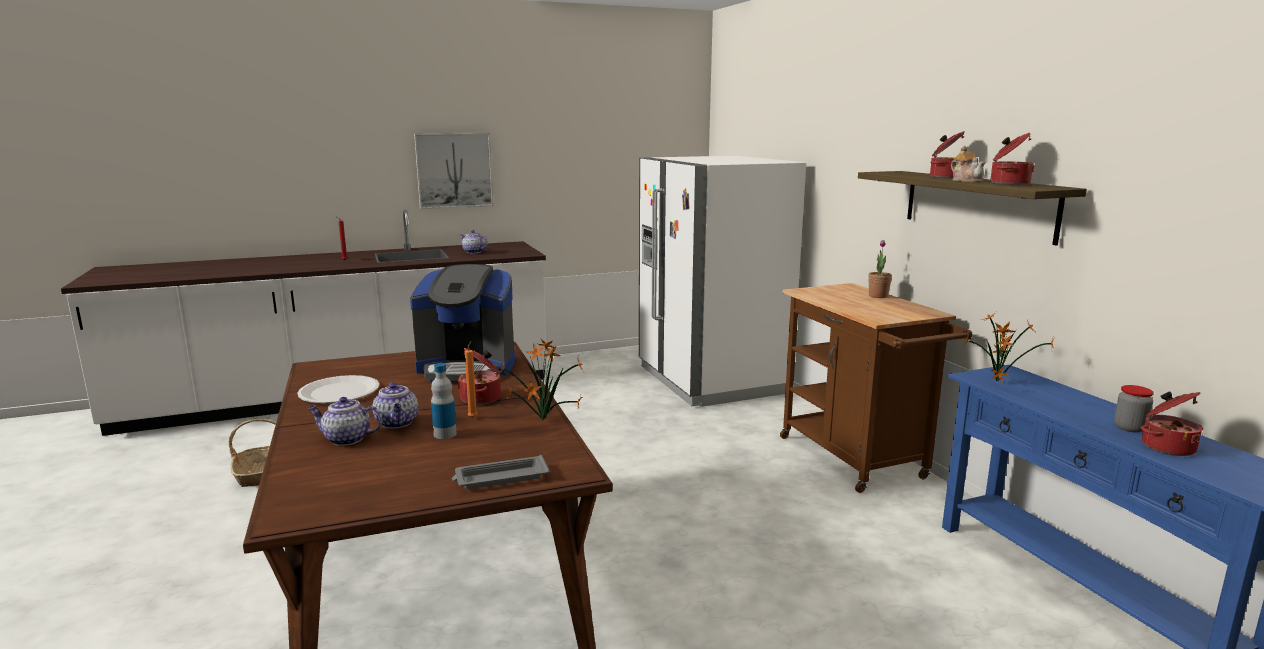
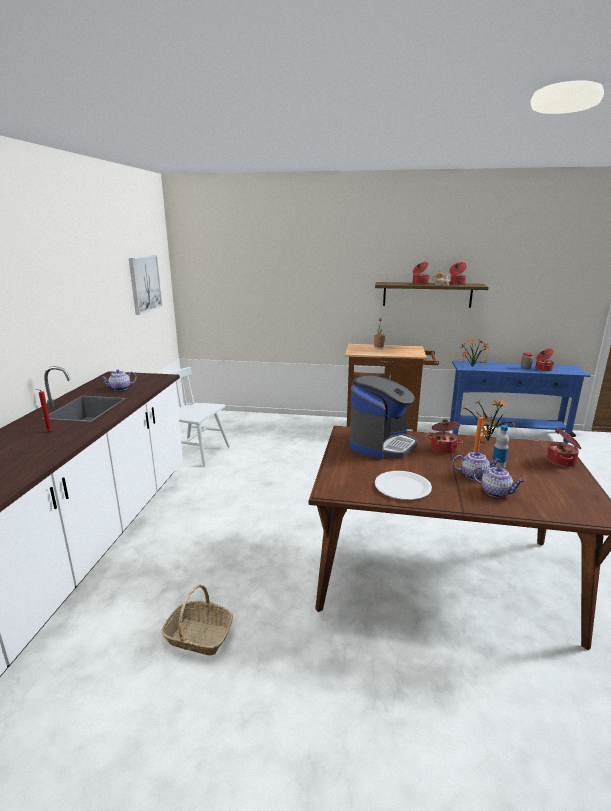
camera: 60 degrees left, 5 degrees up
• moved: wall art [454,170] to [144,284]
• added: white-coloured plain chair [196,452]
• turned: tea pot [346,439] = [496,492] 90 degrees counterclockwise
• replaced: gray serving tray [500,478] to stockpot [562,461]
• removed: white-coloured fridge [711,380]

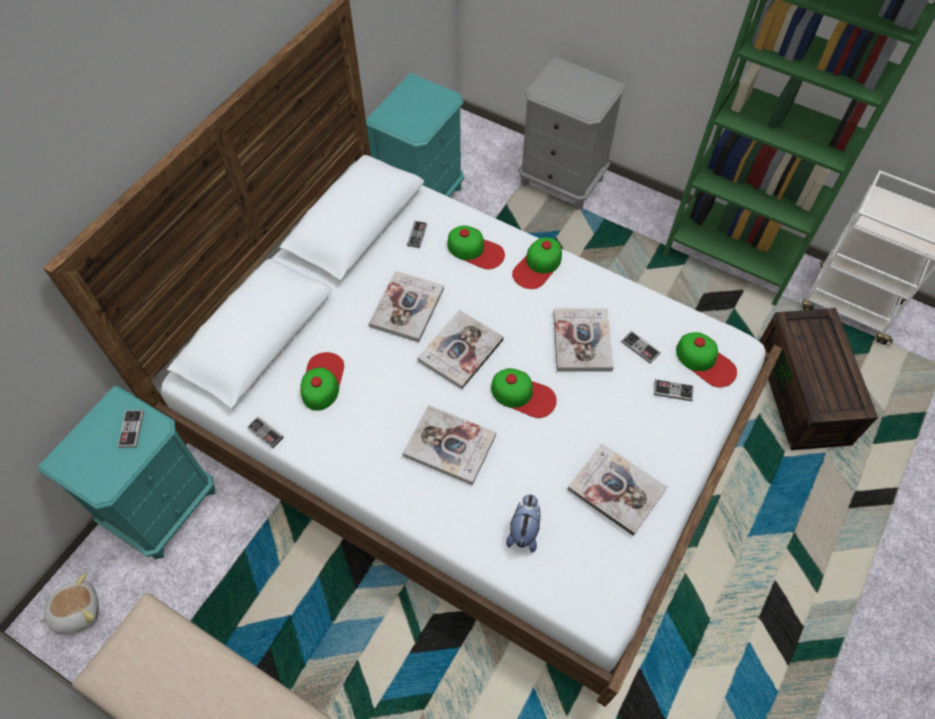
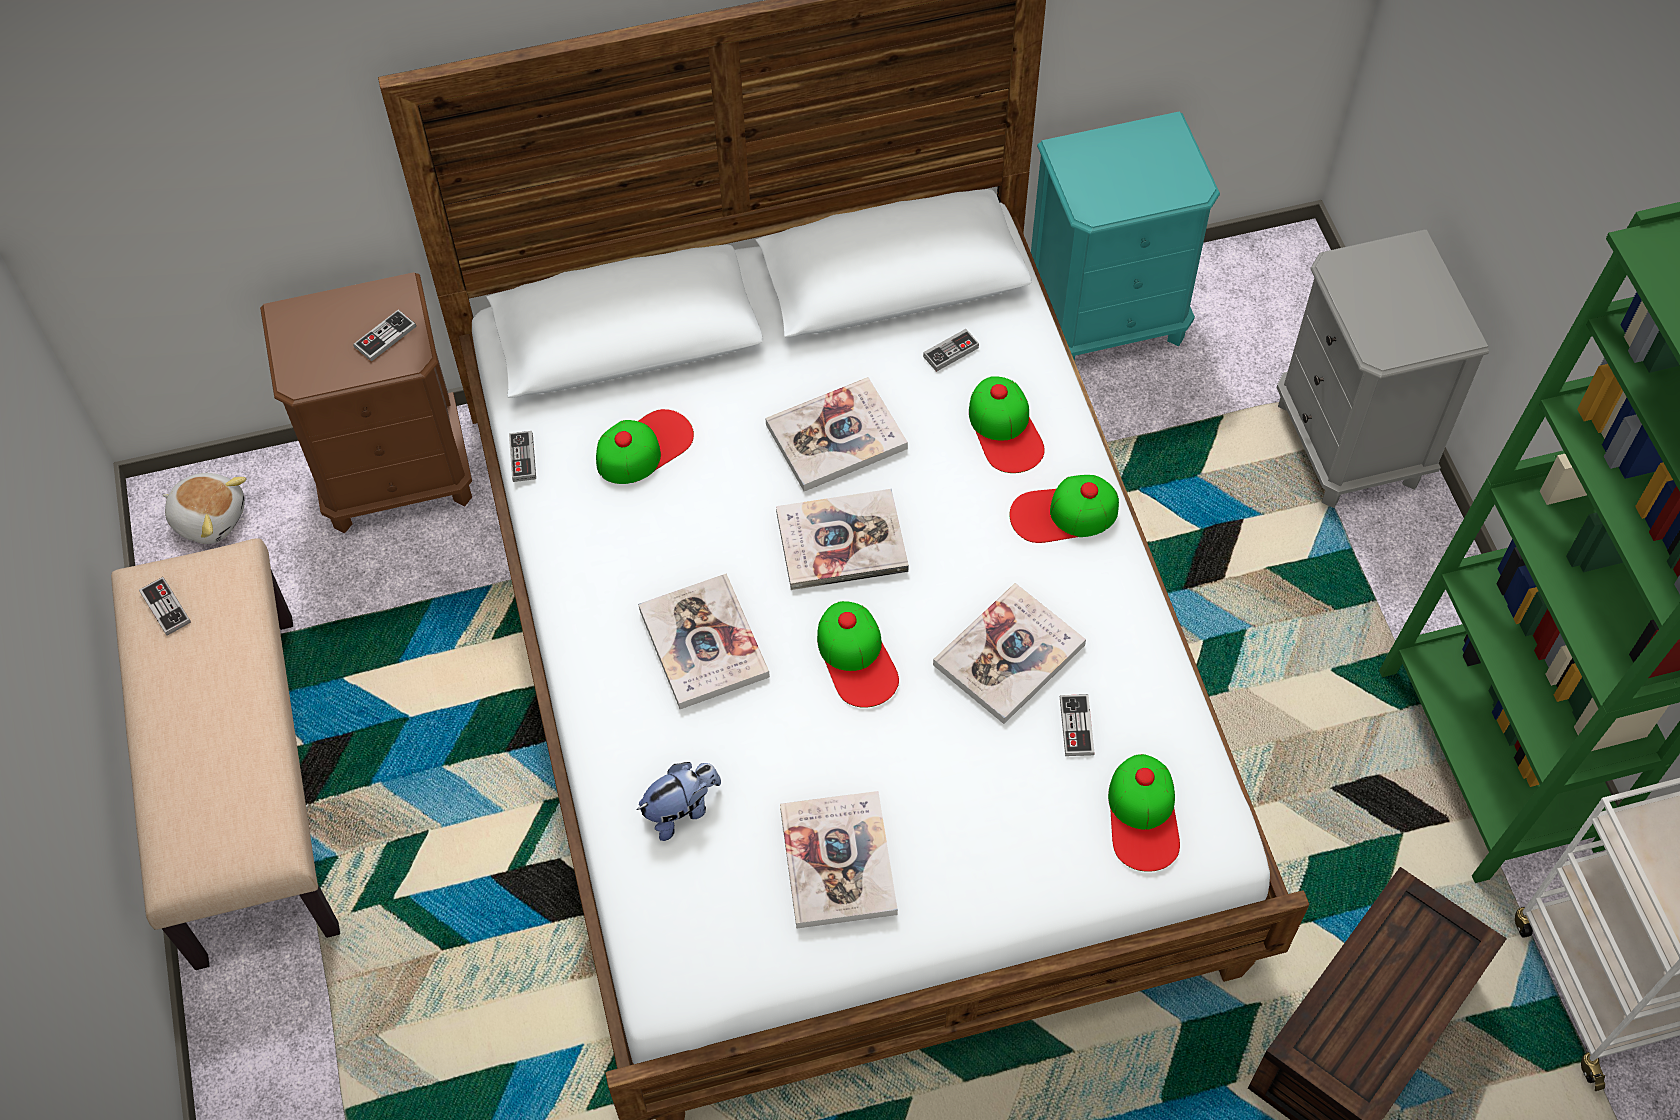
camera: 45 degrees right, 0 degrees up
• moved: gamepad [673,391] to [165,607]
• recoloured: turquoise bedside table [163,507] to brownish bedside table [396,475]

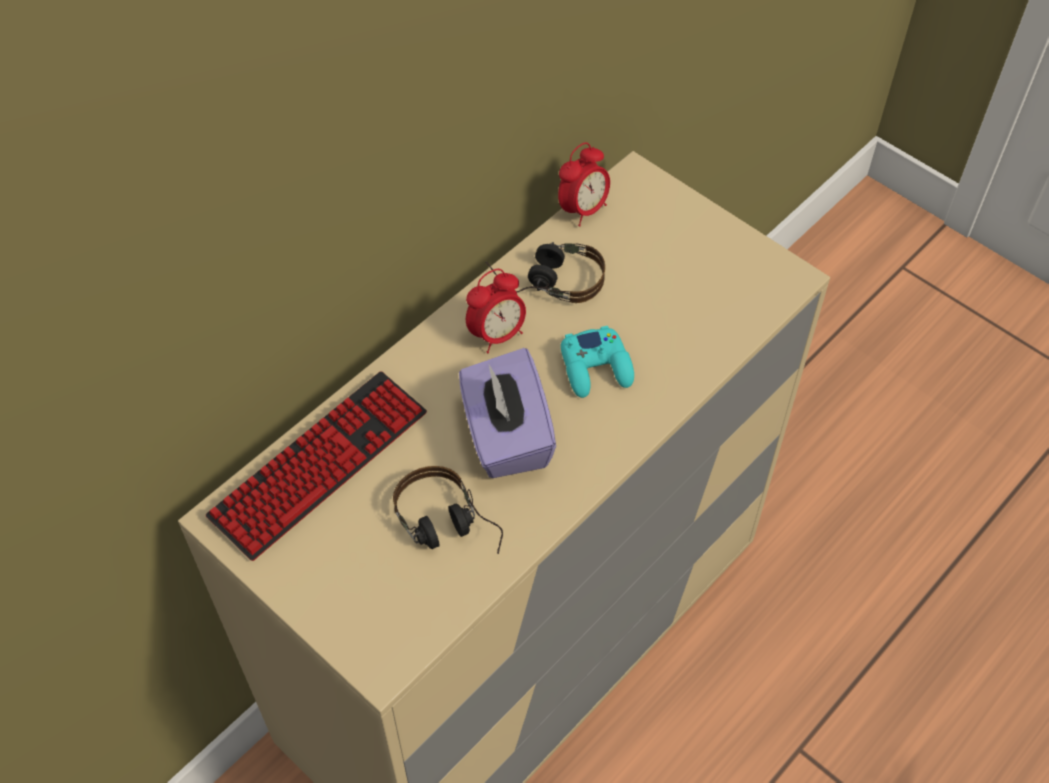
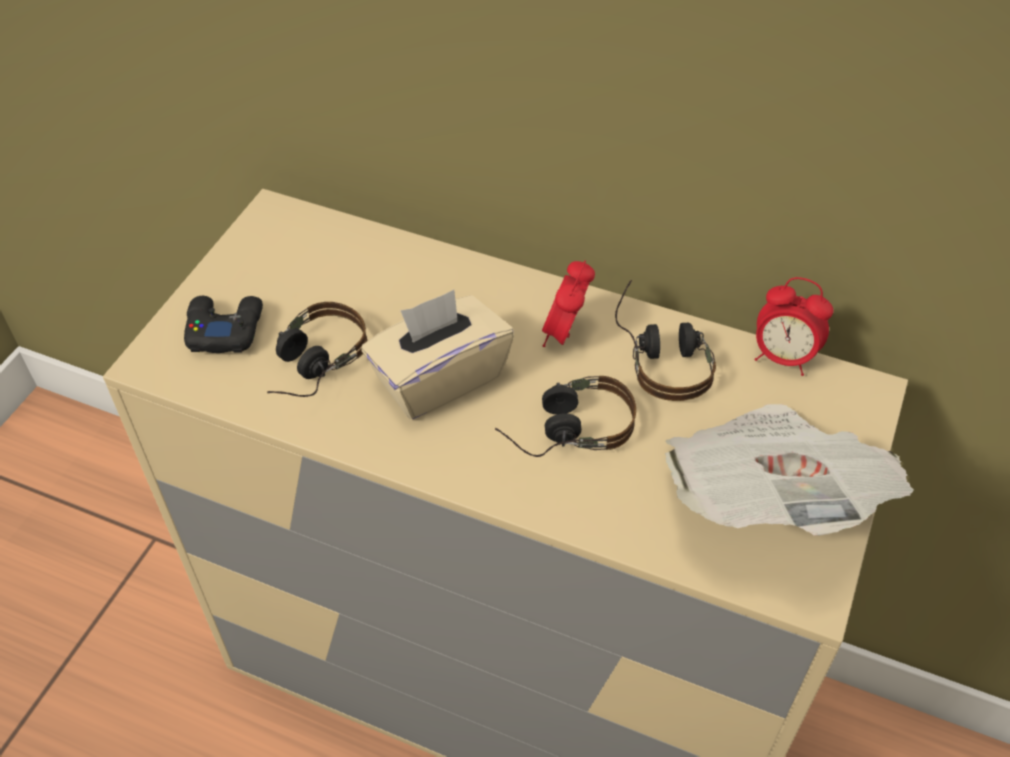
camera: 70 degrees right, 5 degrees down
• added: black gamepad [224,329]
• recoloured: purplish box of tissues [506,436] to beige-coloured box of tissues [439,378]
• replaced: turquoise gamepad [596,368] to headphones [564,430]
• turned: alarm clock [497,335] = [565,334] 75 degrees clockwise
• added: printed paper [769,499]
• removed: computer keyboard [320,465]

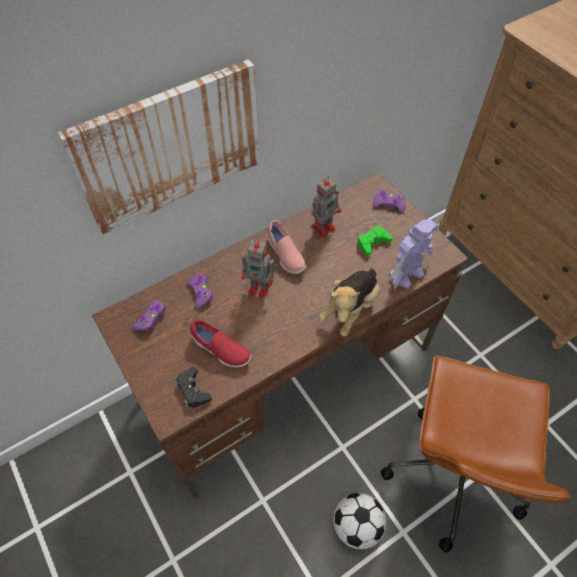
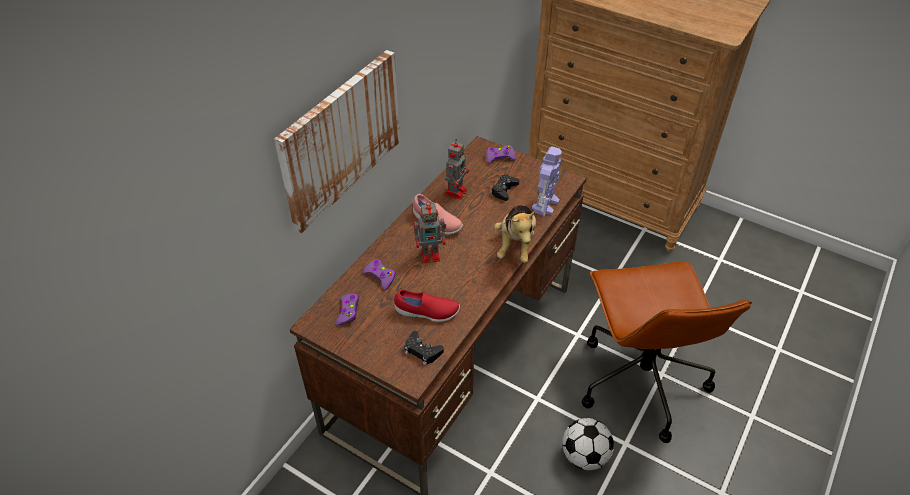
camera: 25 degrees left, 10 degrees down
• recoloured: greenish gamepad [372,243] to black gamepad [504,190]

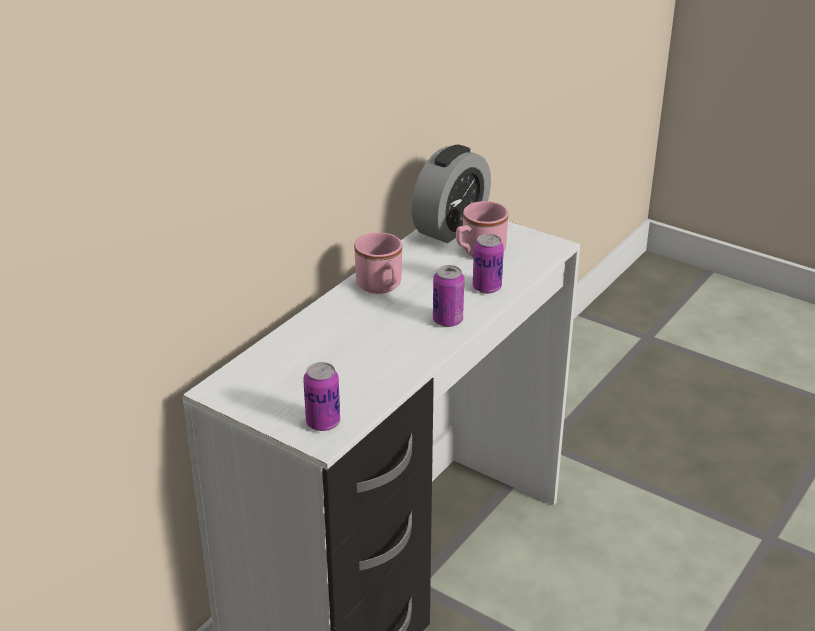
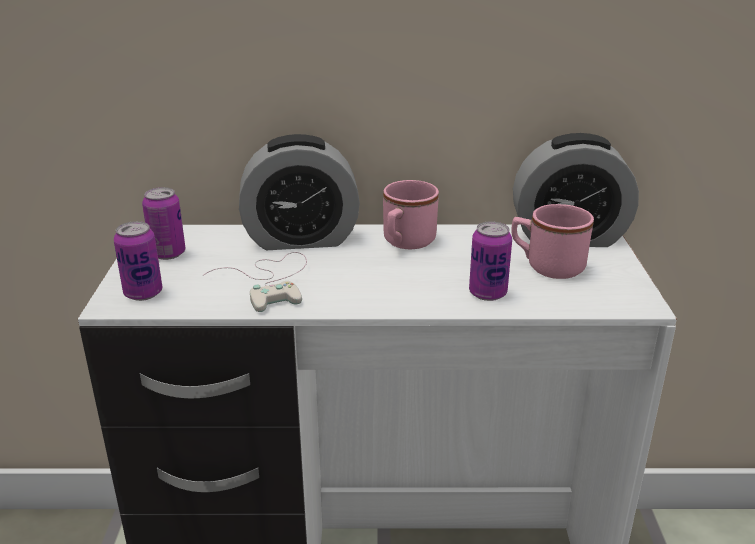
camera: 55 degrees right, 5 degrees down
• moved: sealed can [447,320] to [168,253]
• added: white-coloured gamepad [271,282]
• added: alarm clock [301,239]

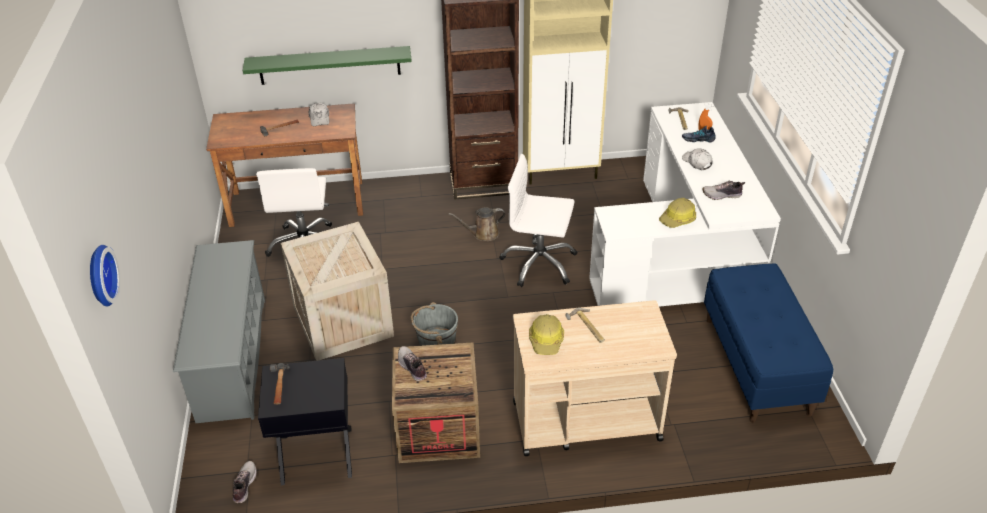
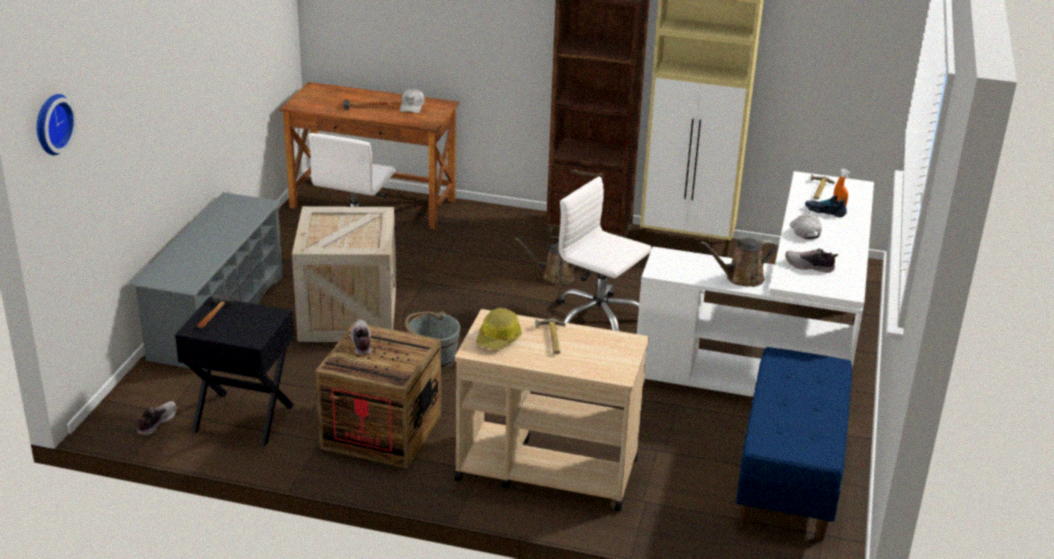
camera: 20 degrees right, 10 degrees down
• replaced: work helmet [678,219] to brownish watering can [741,278]
• removed: greenish wall shelf [329,65]

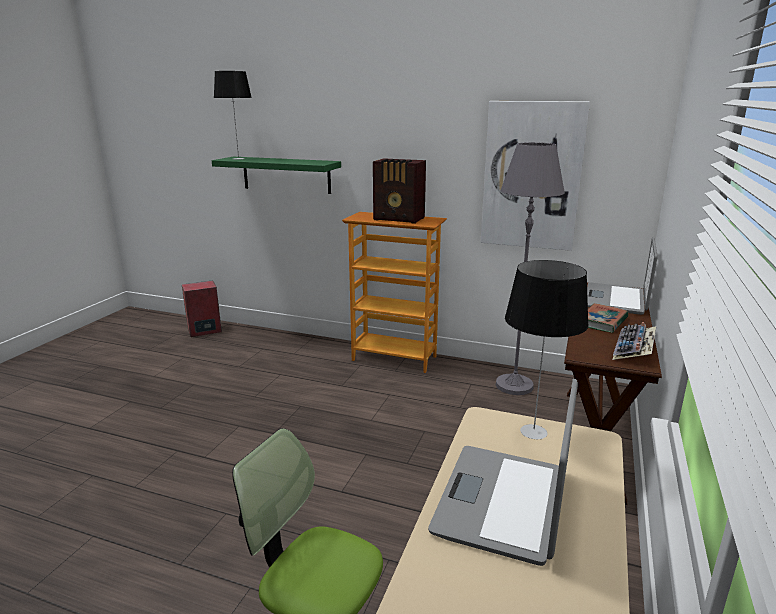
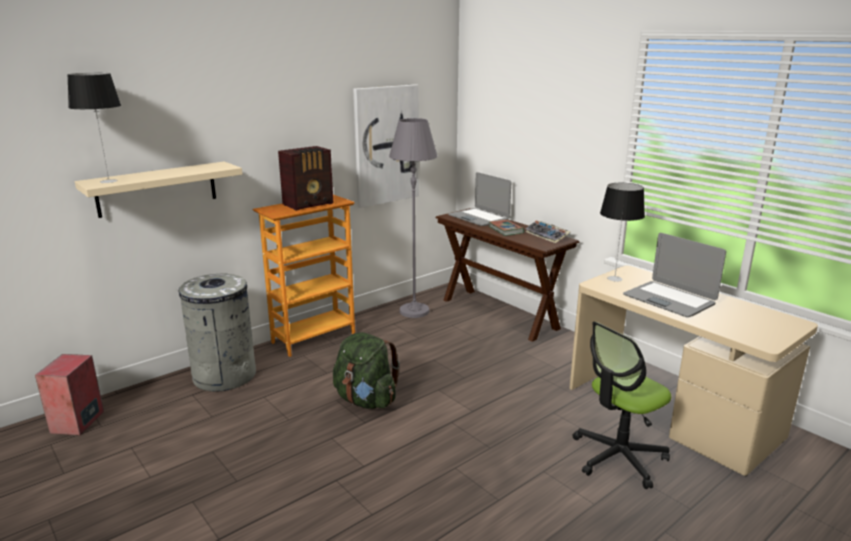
camera: 60 degrees left, 0 degrees up
• recoloured: greenish wall shelf [286,175] to beige-coloured wall shelf [157,189]
• added: gray rubbish bin [224,375]
• added: greenish backpack [366,400]

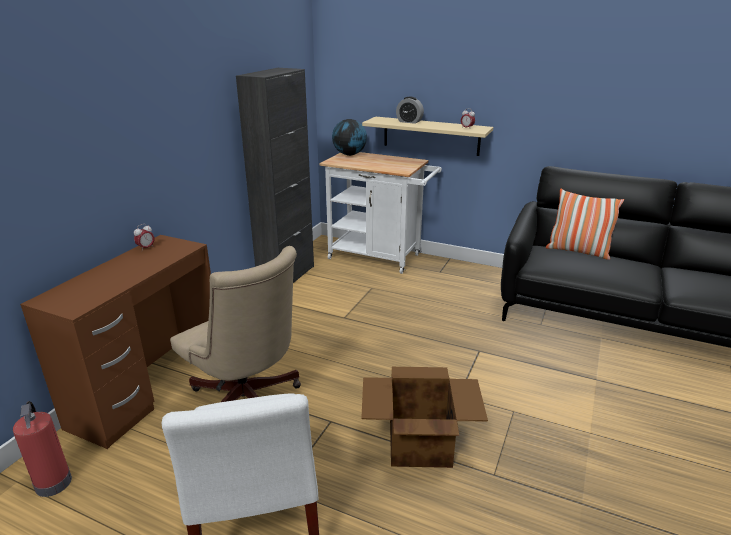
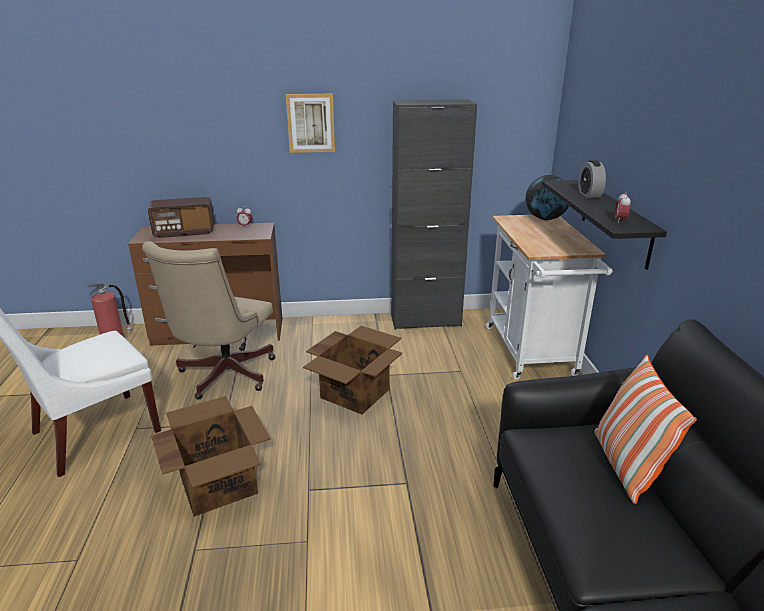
camera: 60 degrees right, 0 degrees up
• added: radio receiver [184,232]
• added: wall art [311,123]
• added: packing box [356,393]
• recoloured: beige-coloured wall shelf [431,136] to black wall shelf [615,222]

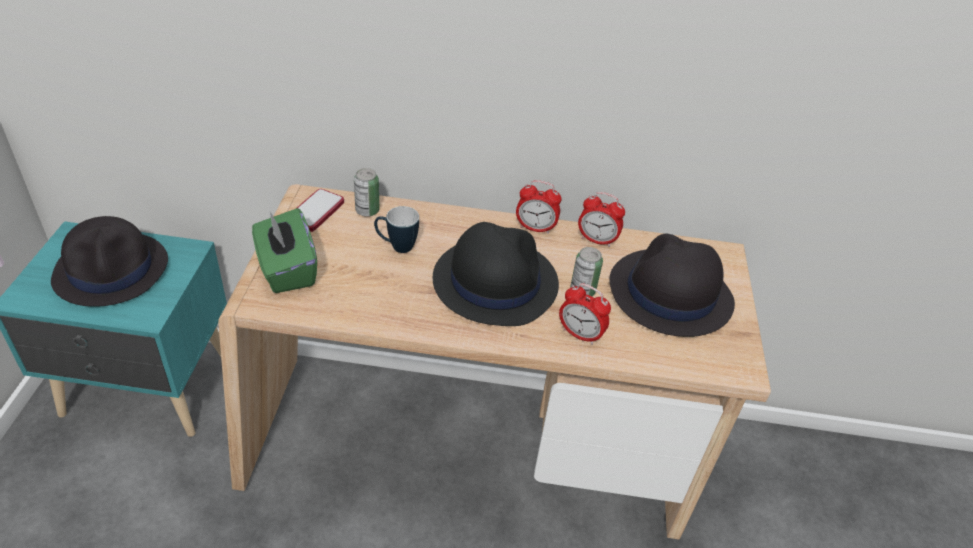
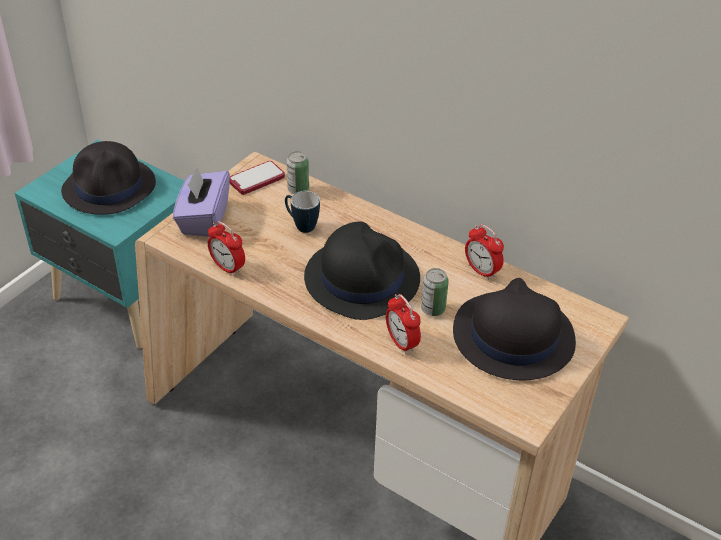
camera: 30 degrees right, 0 degrees up
• recoloured: greenish box of tissues [286,269] to purplish box of tissues [204,219]
• moved: alarm clock [535,228] to [228,267]

